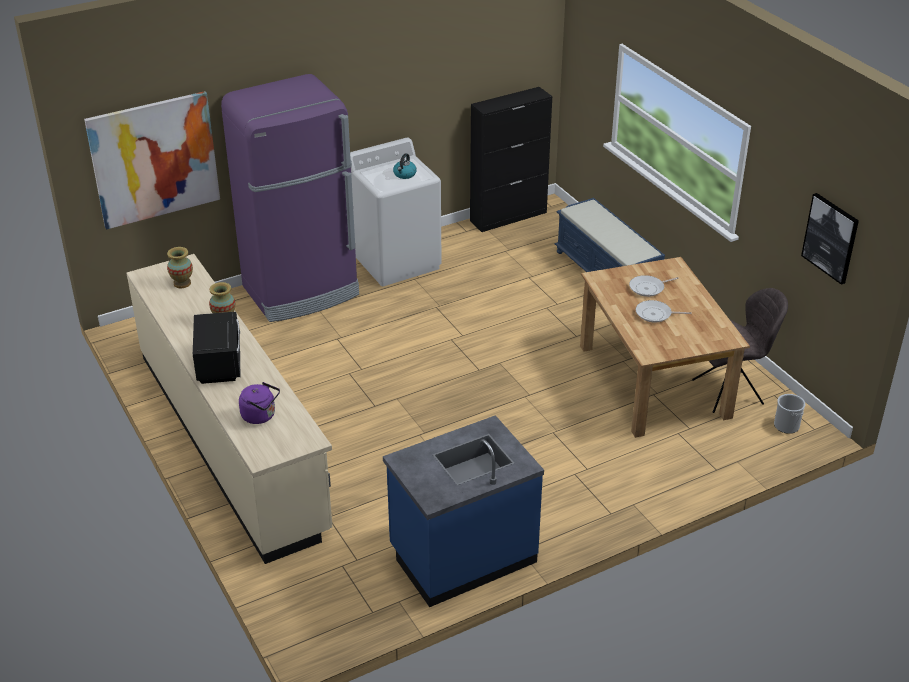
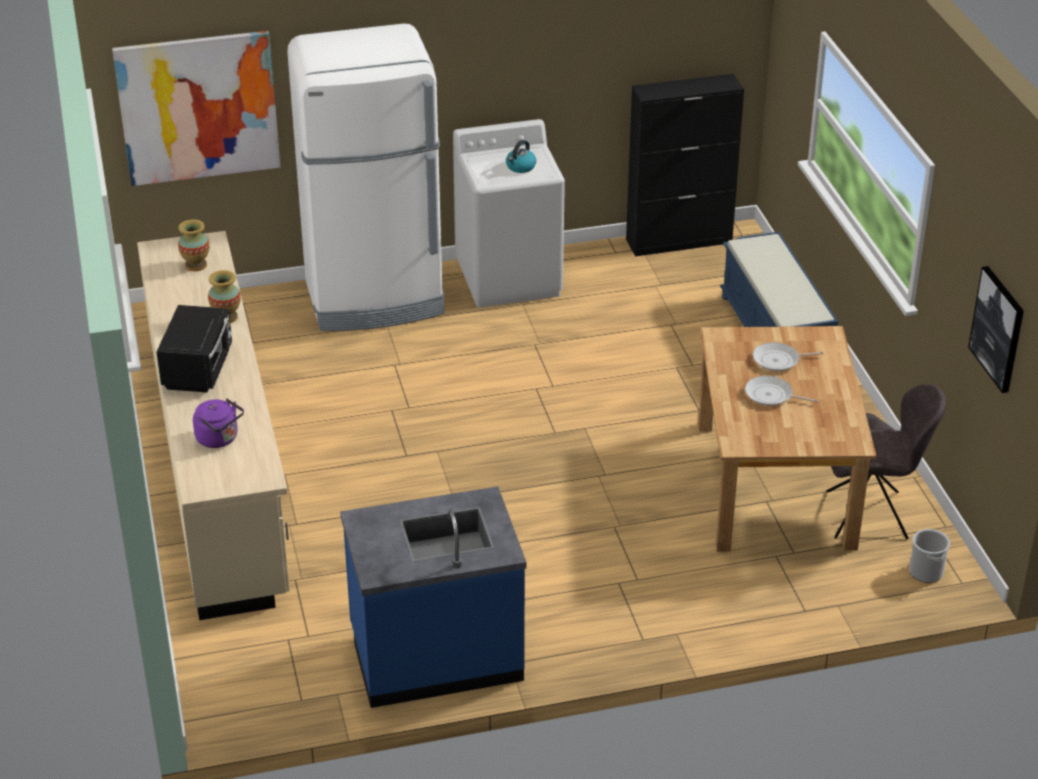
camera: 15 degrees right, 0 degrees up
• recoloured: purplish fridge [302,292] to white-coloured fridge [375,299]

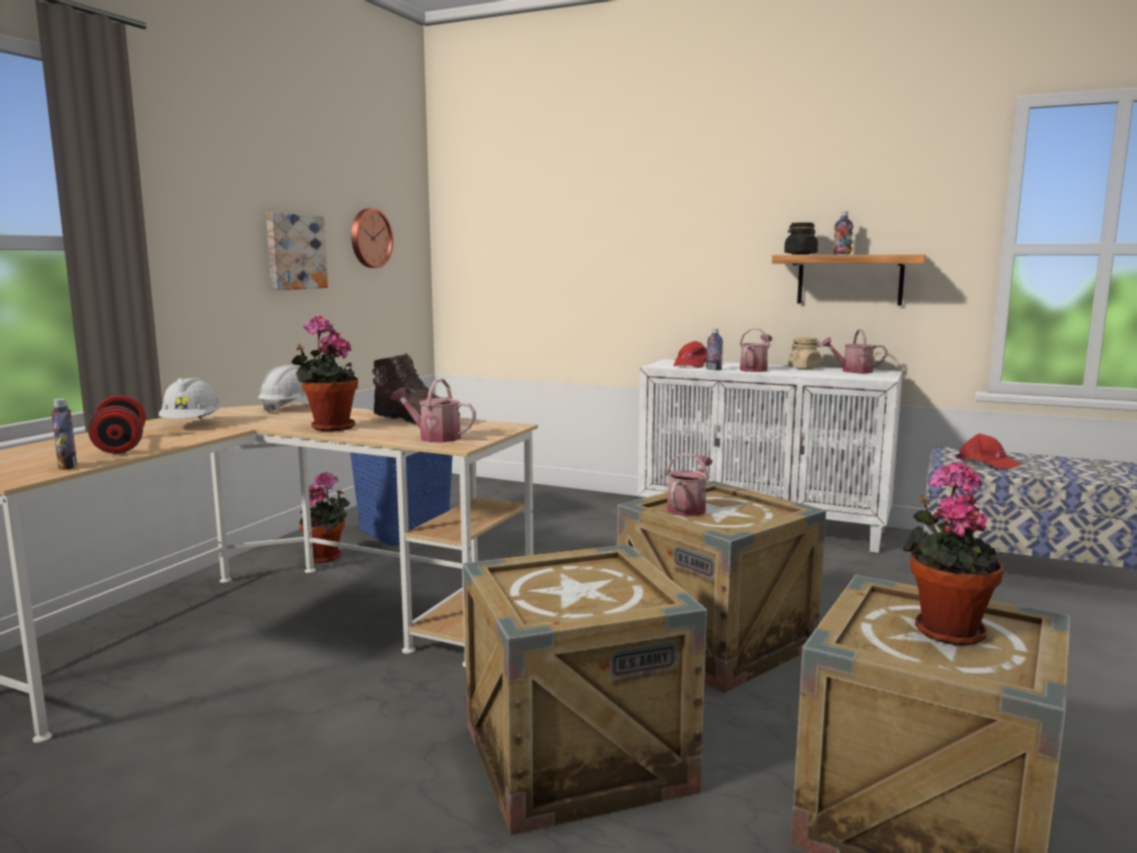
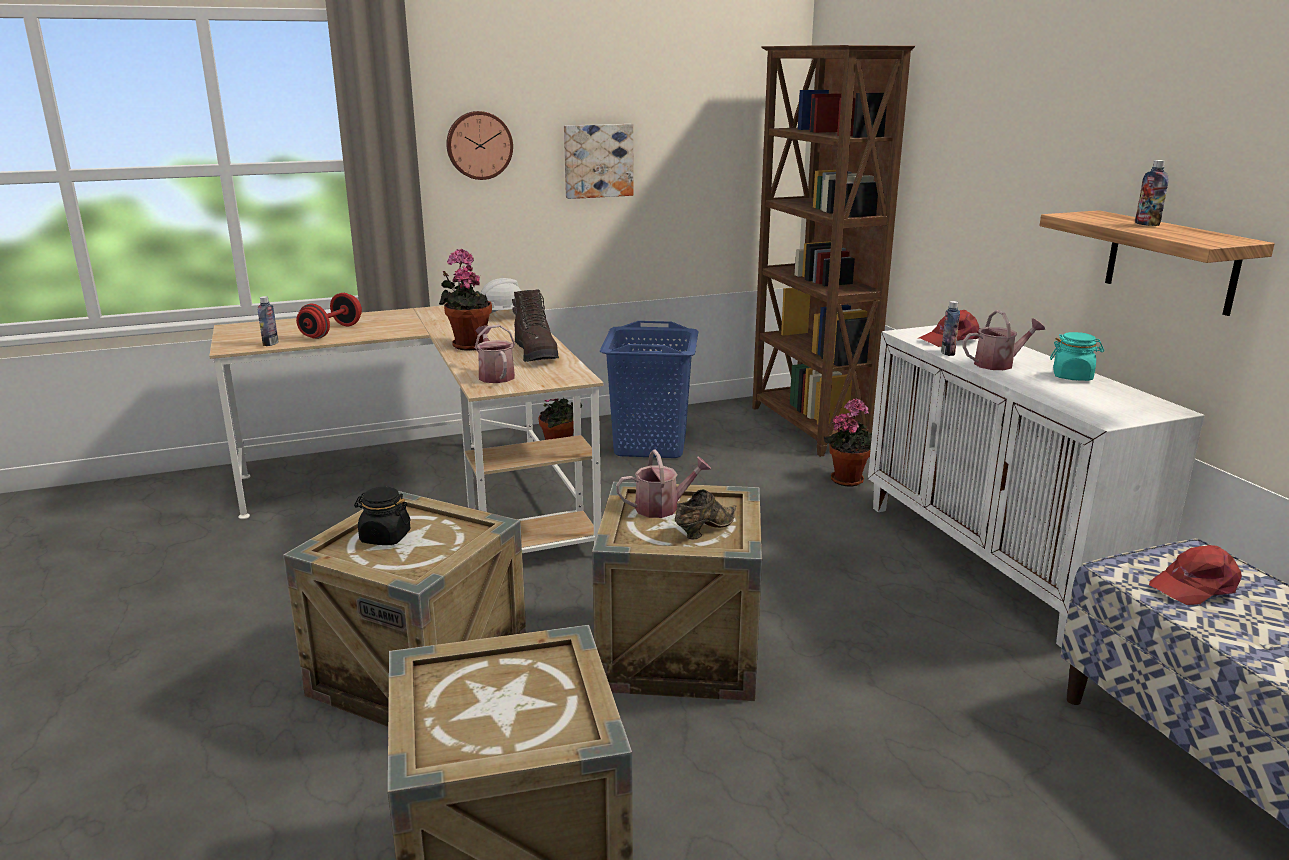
camera: 45 degrees right, 10 degrees up
• moved: black storage jar [800,254] to [385,537]
• moved: wall clock [369,238] to [479,145]
• added: brownish item of footwear [704,530]
• added: brownish shelving unit [808,428]
• moved: potted plant [945,629] to [848,479]
• recoloured: beige-coloured storage jar [804,368] to turquoise storage jar [1072,376]
• turned: red cap [987,462] = [1194,586] 60 degrees clockwise
• removed: white-coloured work helmet [191,424]
• removed: watering can [852,371]

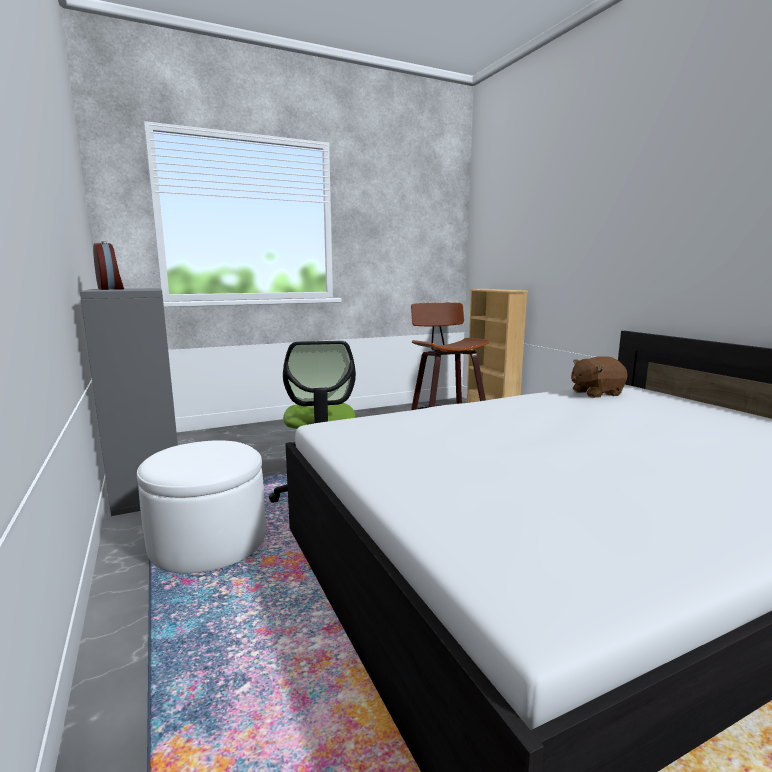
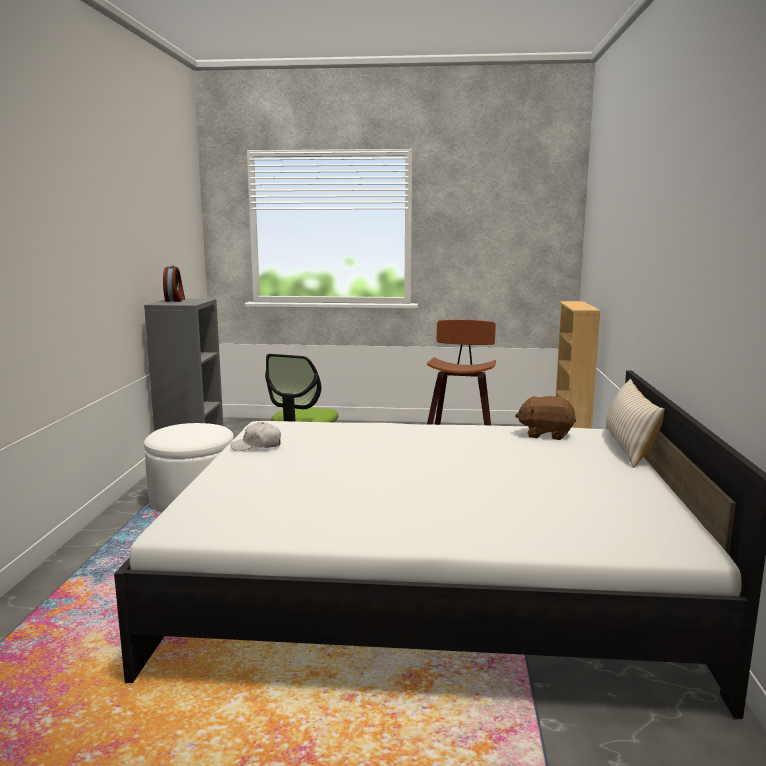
camera: 30 degrees right, 0 degrees up
• added: white-coloured cap [257,446]
• added: beige-coloured cushion [628,446]

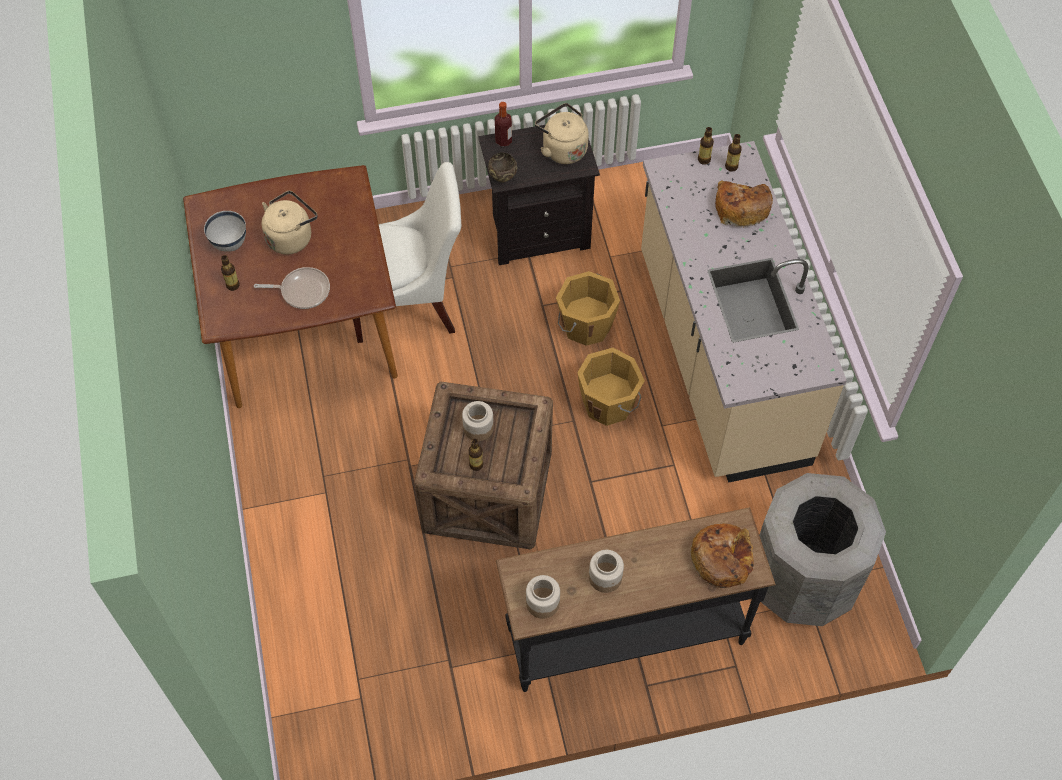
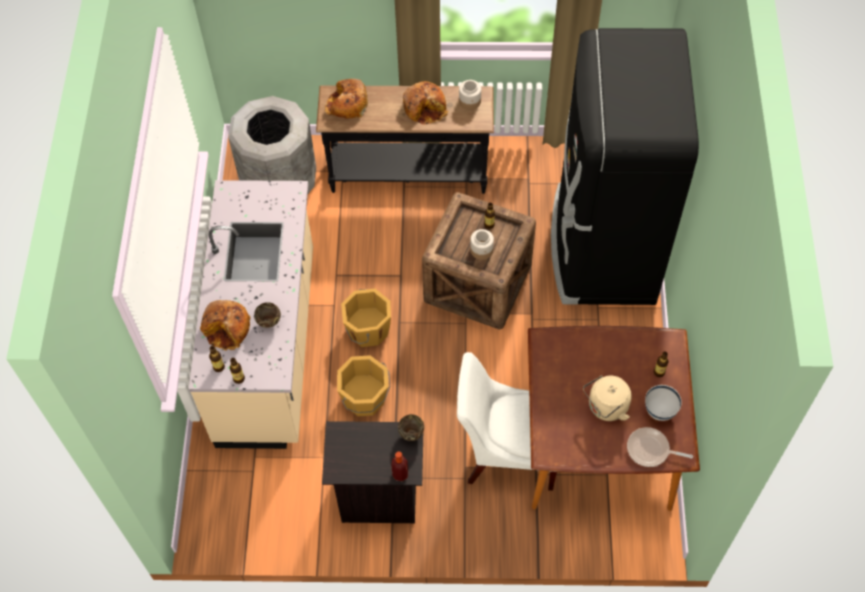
camera: 165 degrees left, 0 degrees up
• added: brownish deep dish [269,322]
• replaced: storage jar [605,577] to baked bread [425,107]
• added: black fridge [602,247]
• moved: skillet [302,291] to [650,450]
• removed: beige-coloured kettle [562,149]

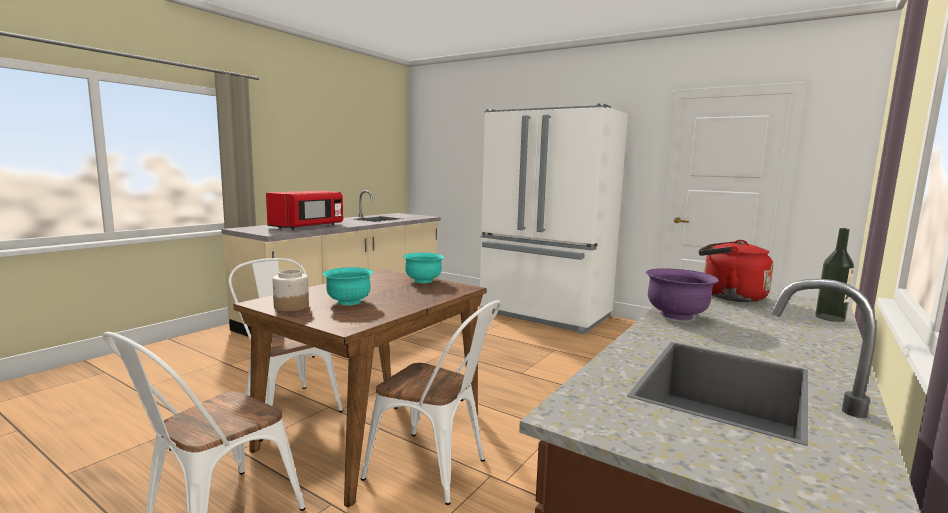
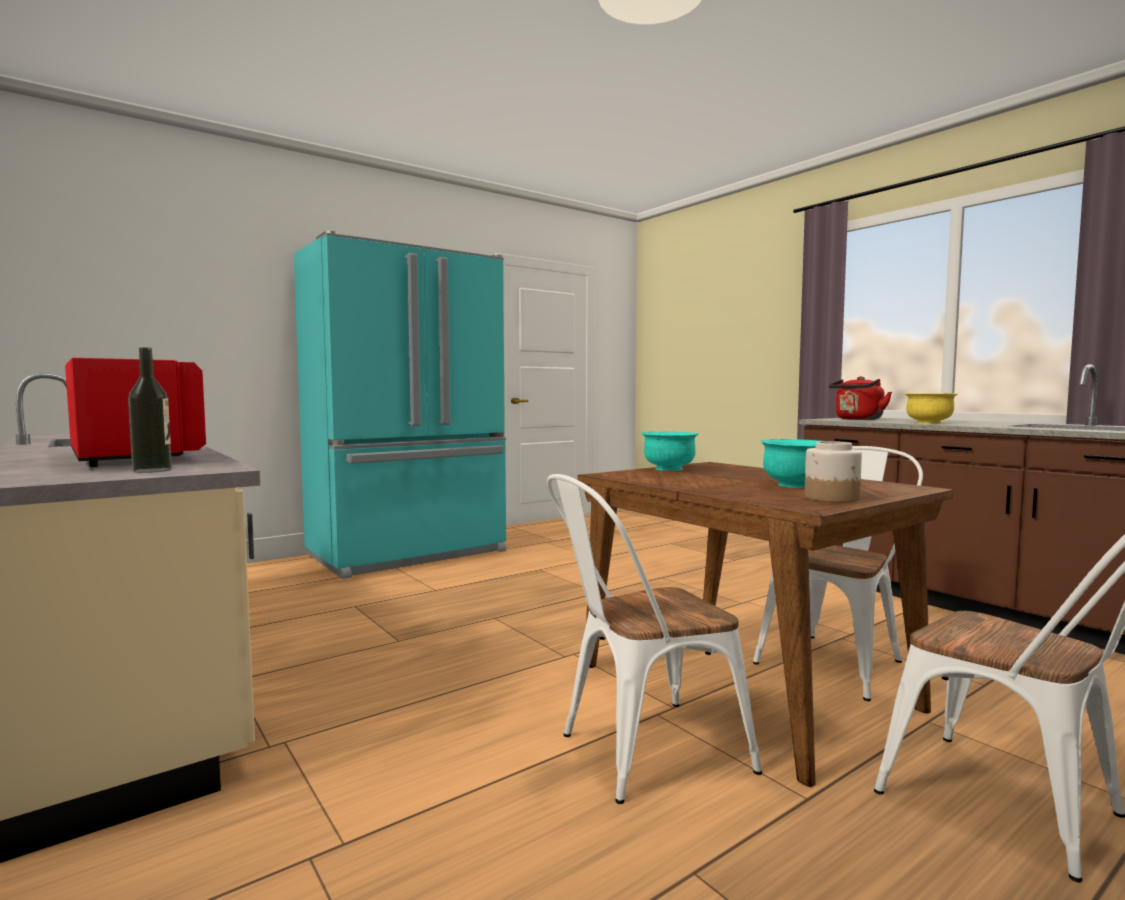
camera: 70 degrees left, 5 degrees down
• moved: beverage bottle [830,318] to [152,470]
• recoloured: white-coloured fridge [544,315] to turquoise fridge [410,554]
• recoloured: purplish deep dish [677,315] to yellow-coloured deep dish [929,423]

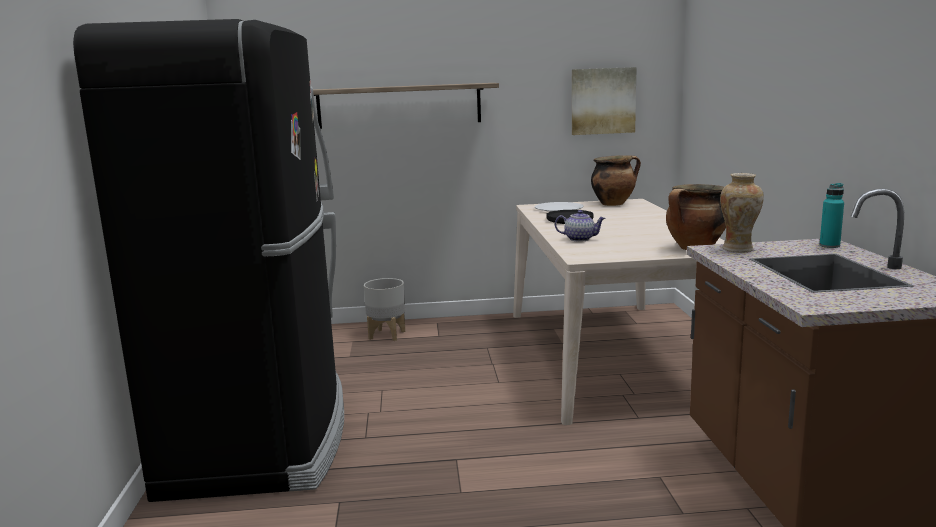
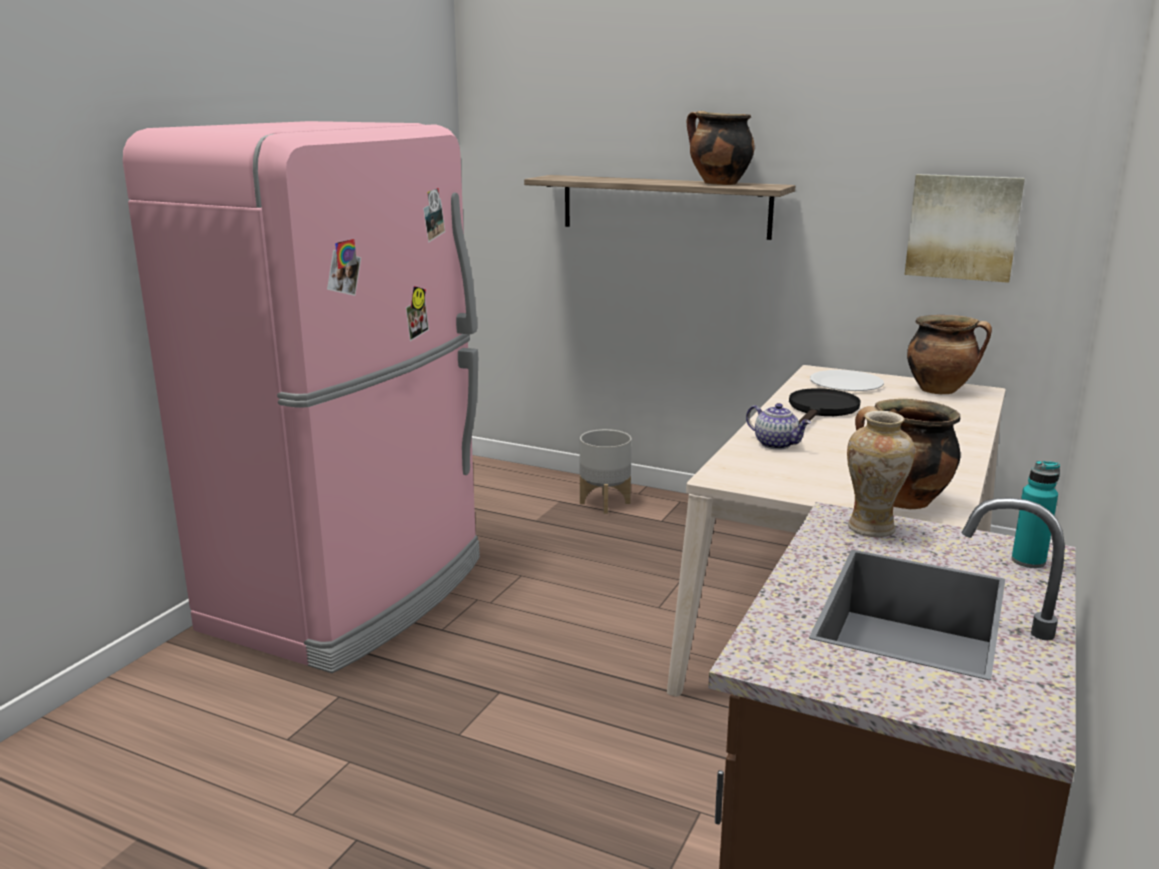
camera: 30 degrees right, 5 degrees up
• recoloured: black fridge [262,437] to pink fridge [352,593]
• added: stockpot [718,183]

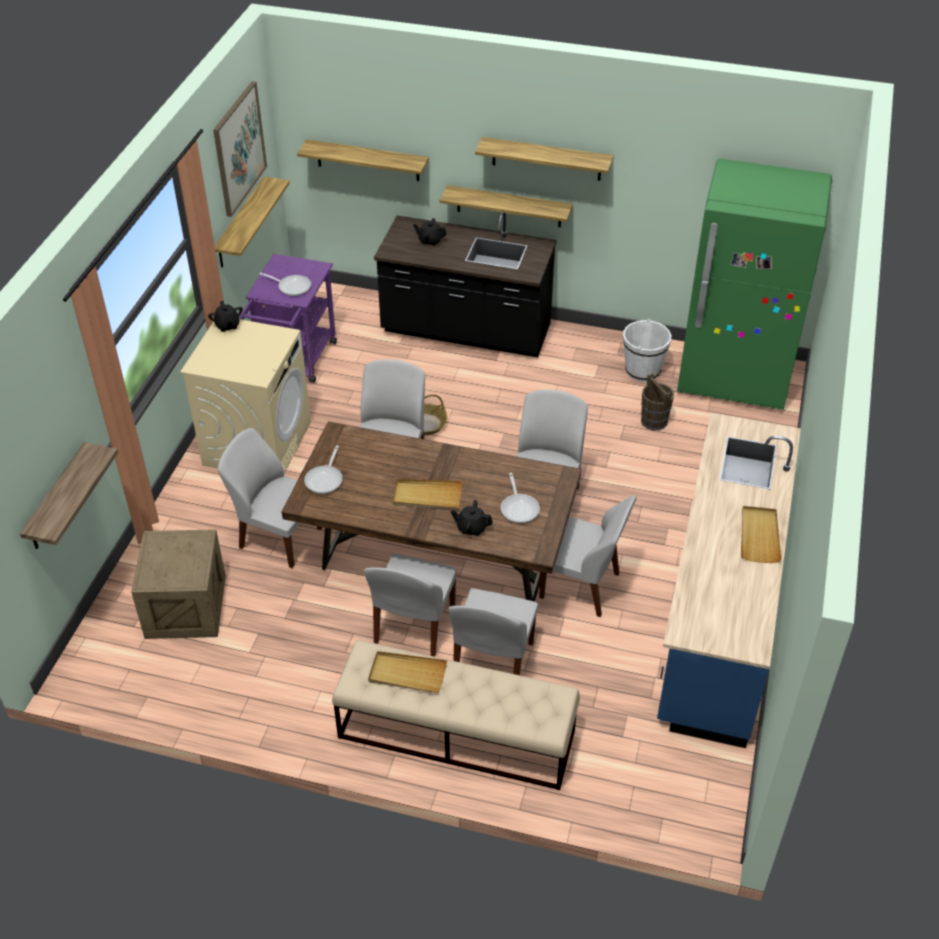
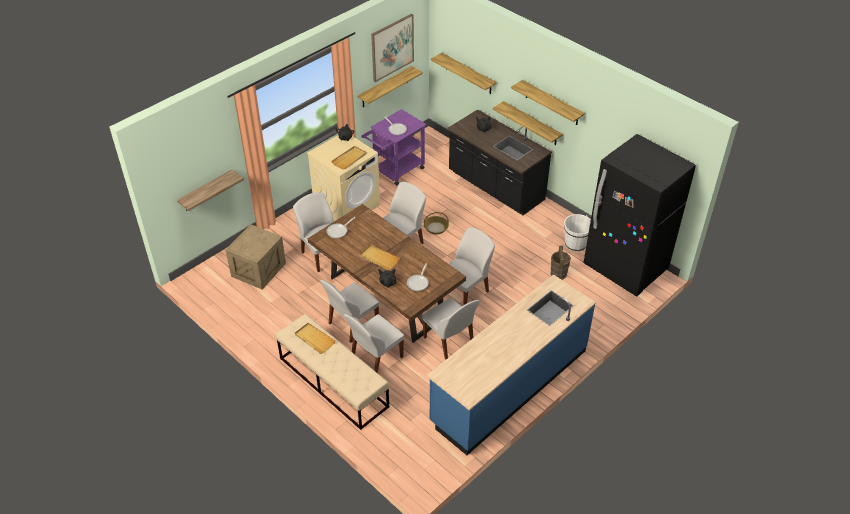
camera: 30 degrees right, 0 degrees up
• moved: beige-coloured serving tray [759,536] to [349,159]
• recoloured: greenish fridge [734,377] to black fridge [625,268]

